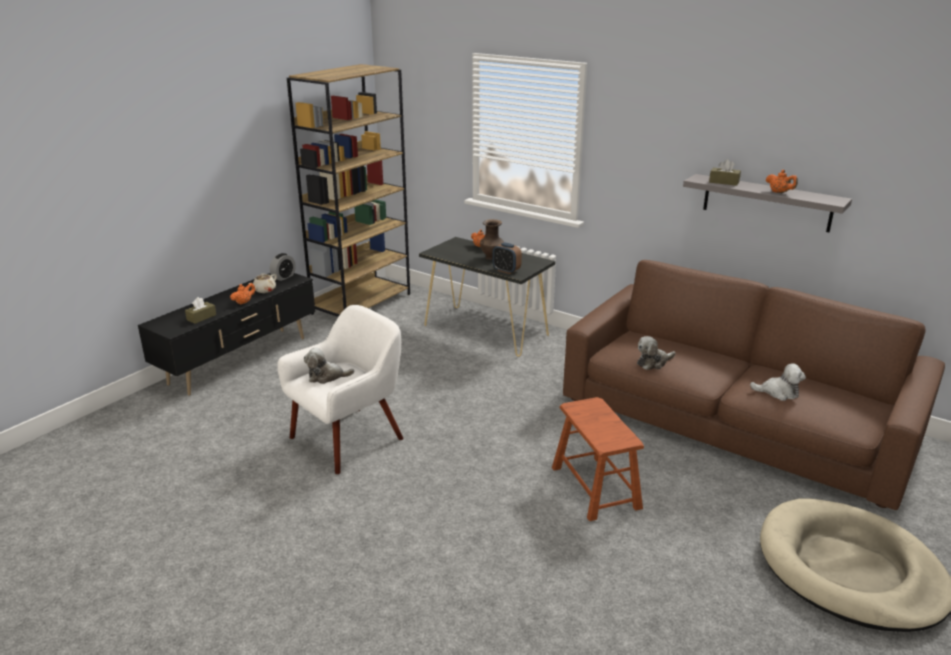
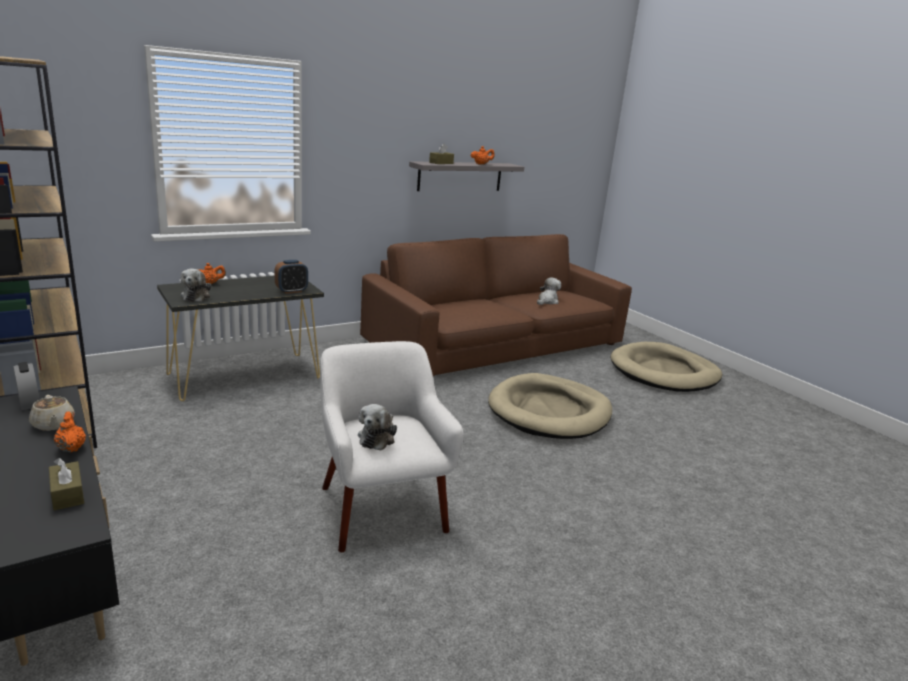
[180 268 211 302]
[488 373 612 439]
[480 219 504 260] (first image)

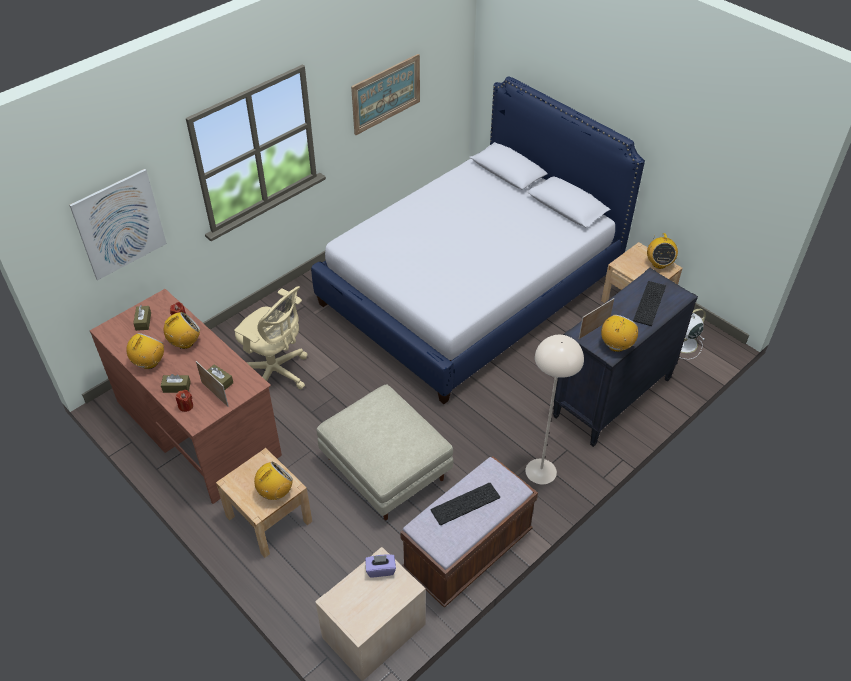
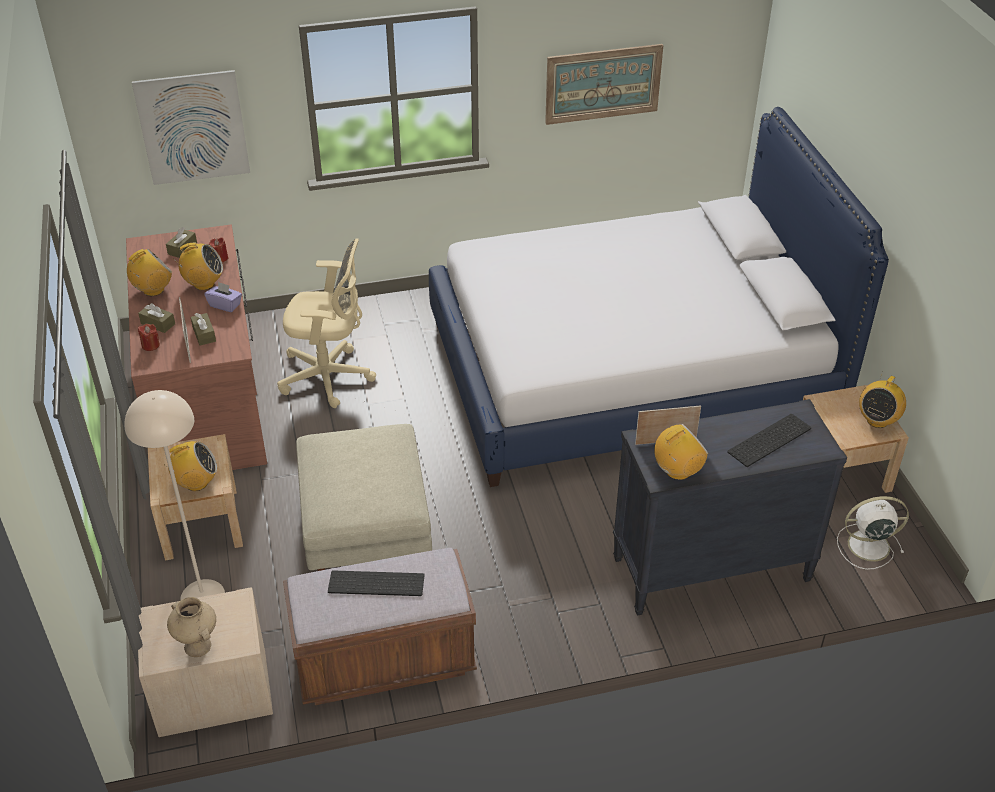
[124 390 225 600]
[167 597 216 657]
[204 282 242 312]
[277 238 376 408]

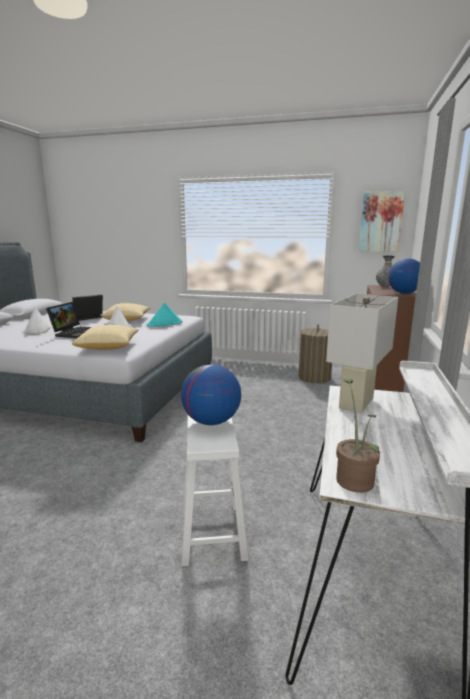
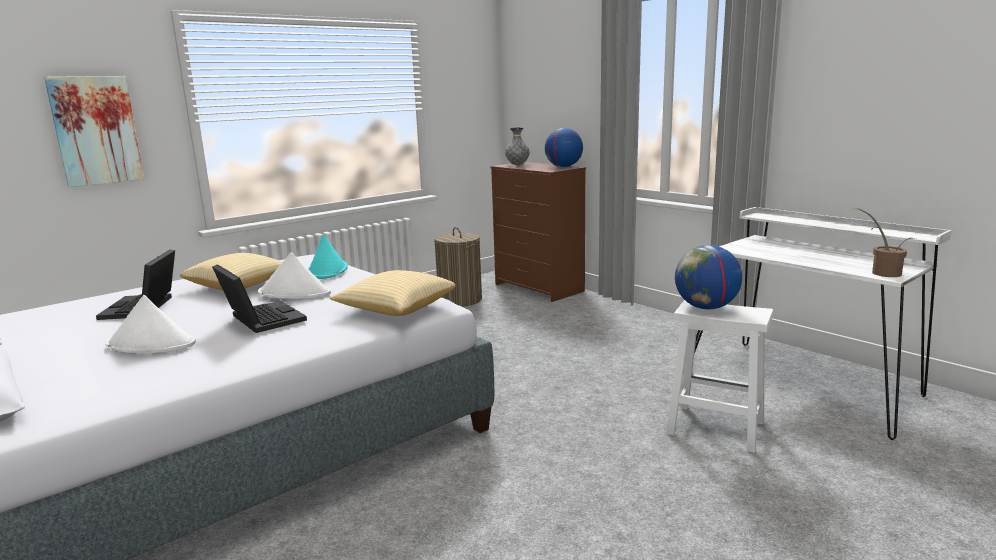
[44 76 144 187]
[326 294 398 413] (first image)

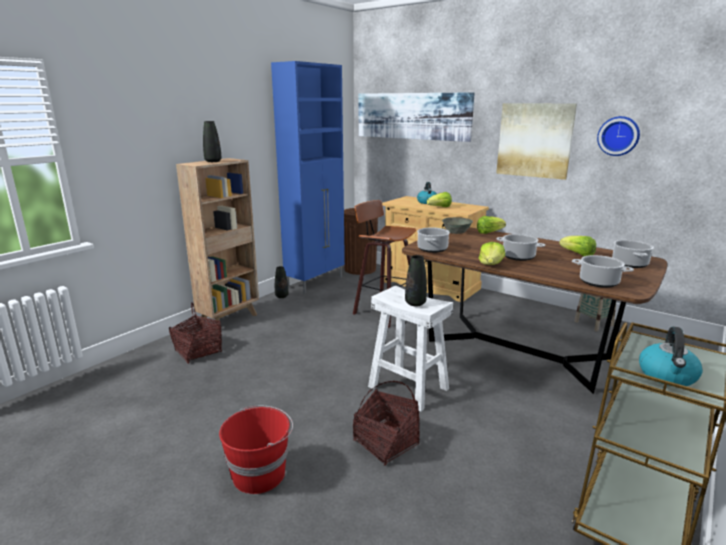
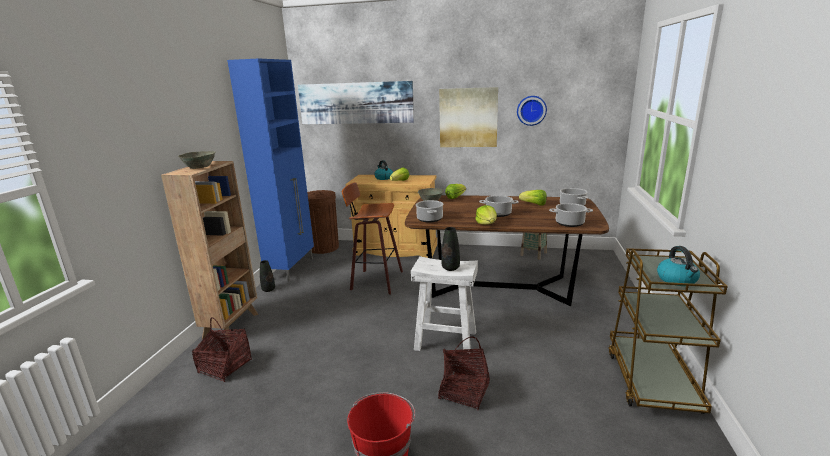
[178 151 216 169]

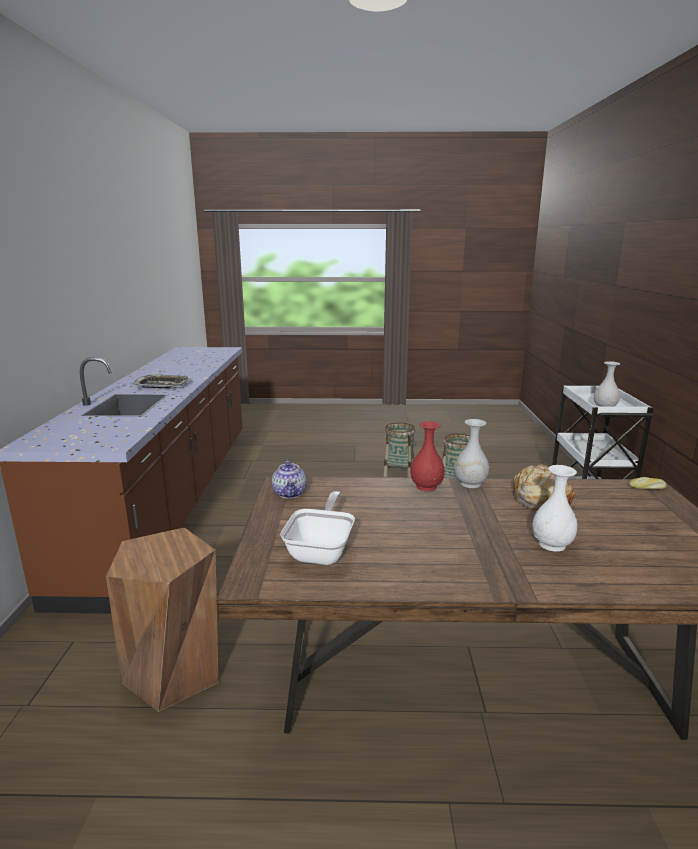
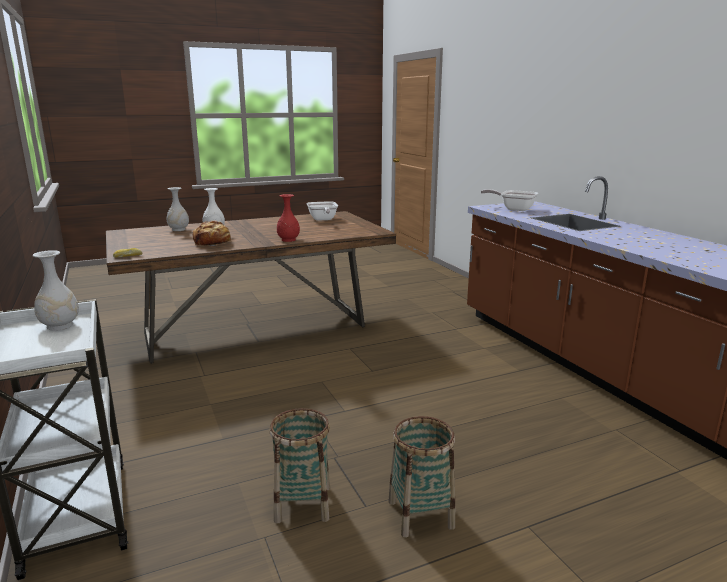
[167 187 189 231]
[481 189 538 211]
[106 528 218 712] (first image)
[134 375 189 389] (first image)
[272 460 307 498] (first image)

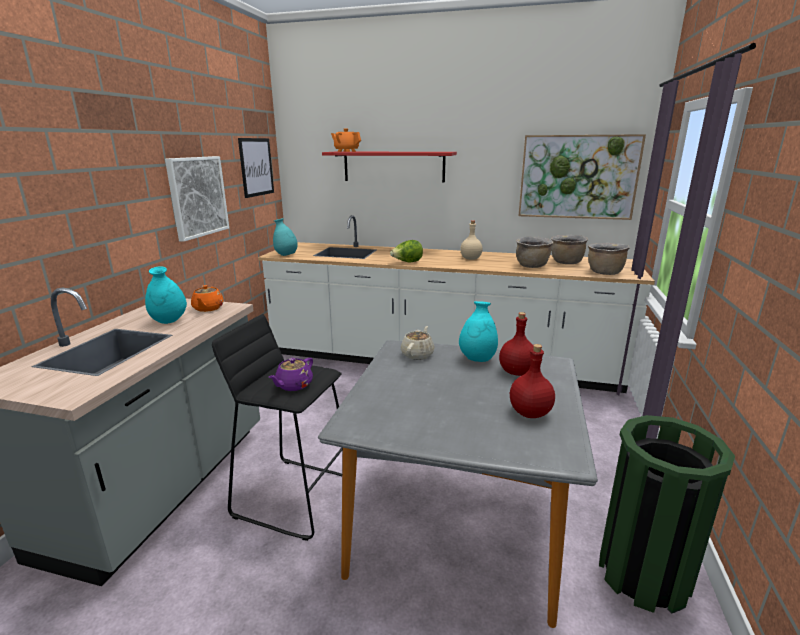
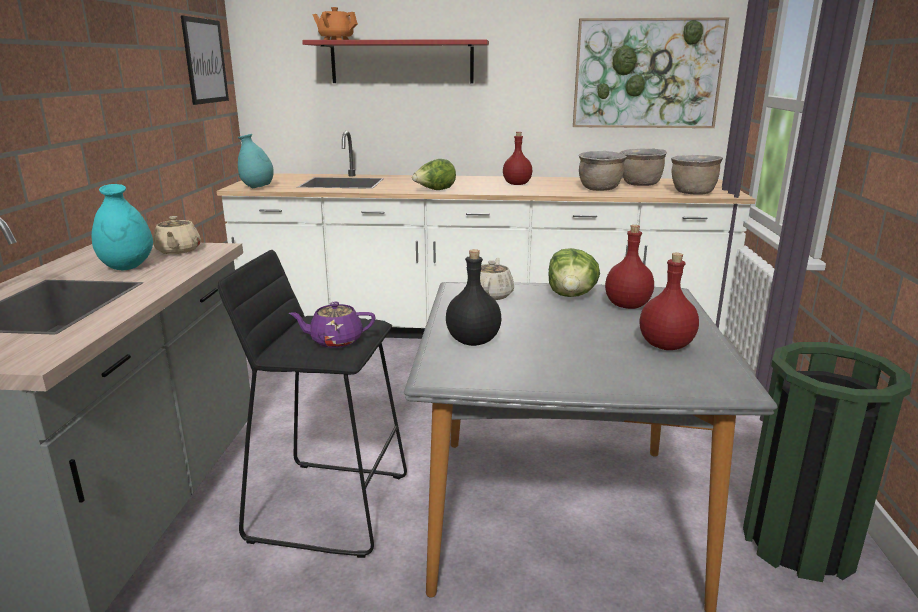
[153 216 201 254]
[288 302 376 348]
[446 249 501 346]
[503 132 532 185]
[548 248 600 297]
[165 156 229 242] (first image)

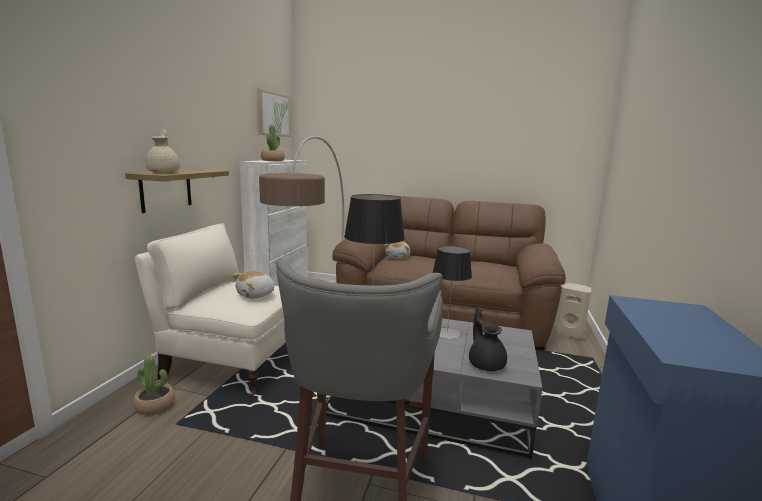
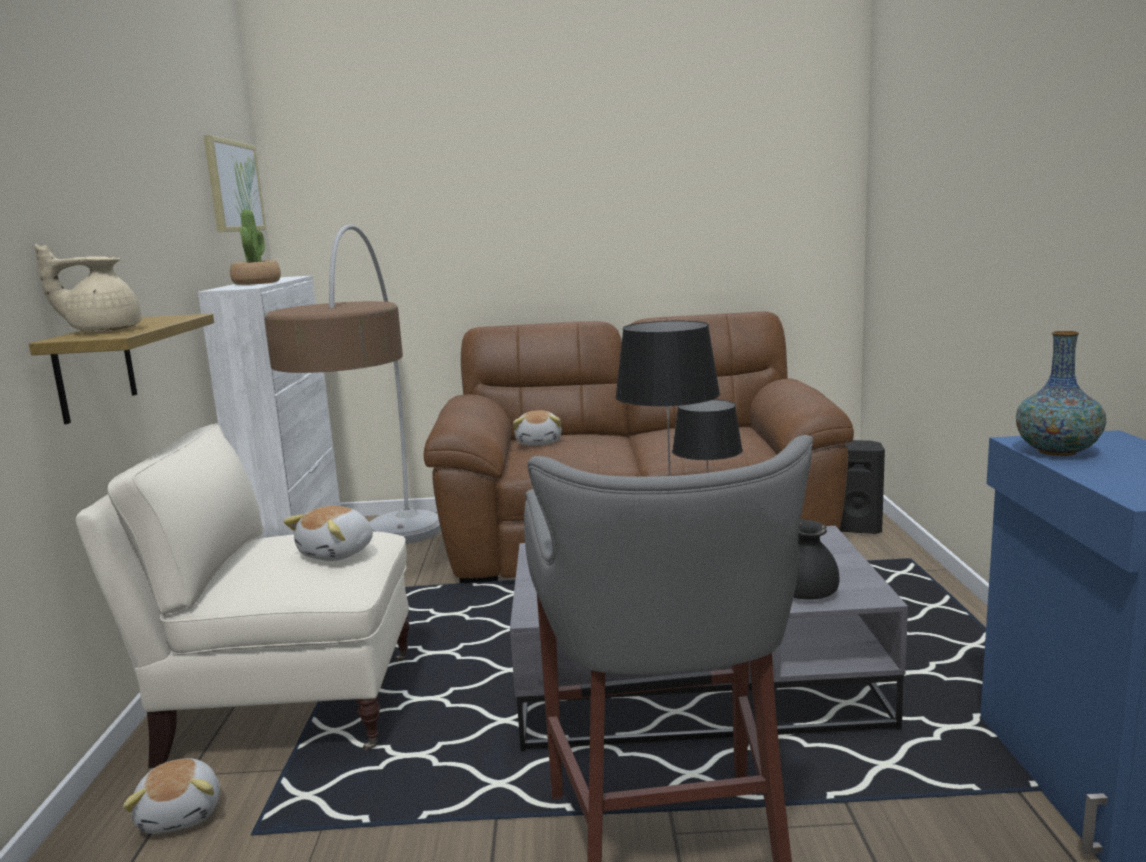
[34 244 142 332]
[123 758 220 834]
[840 440 885 534]
[1016 331 1106 456]

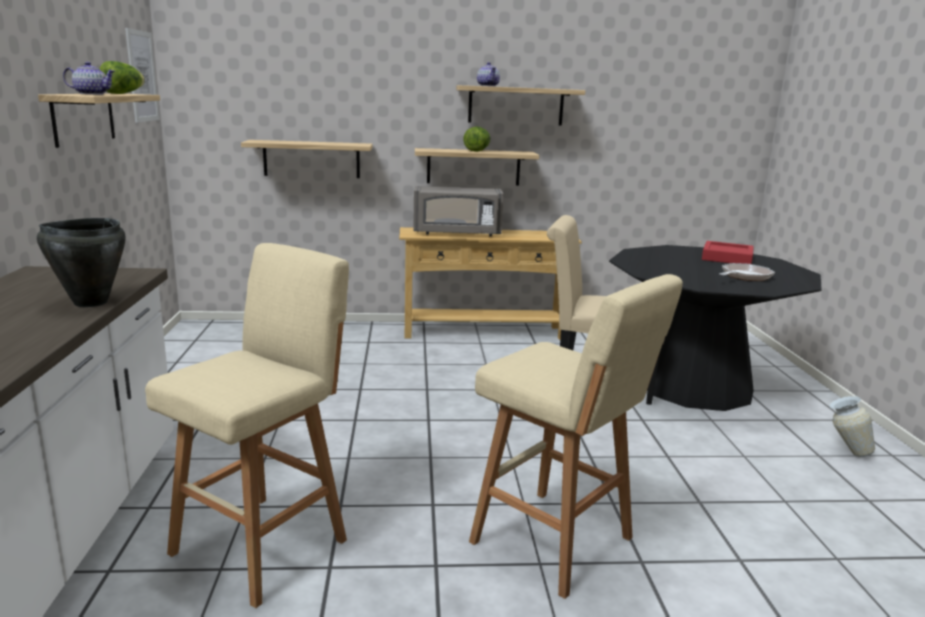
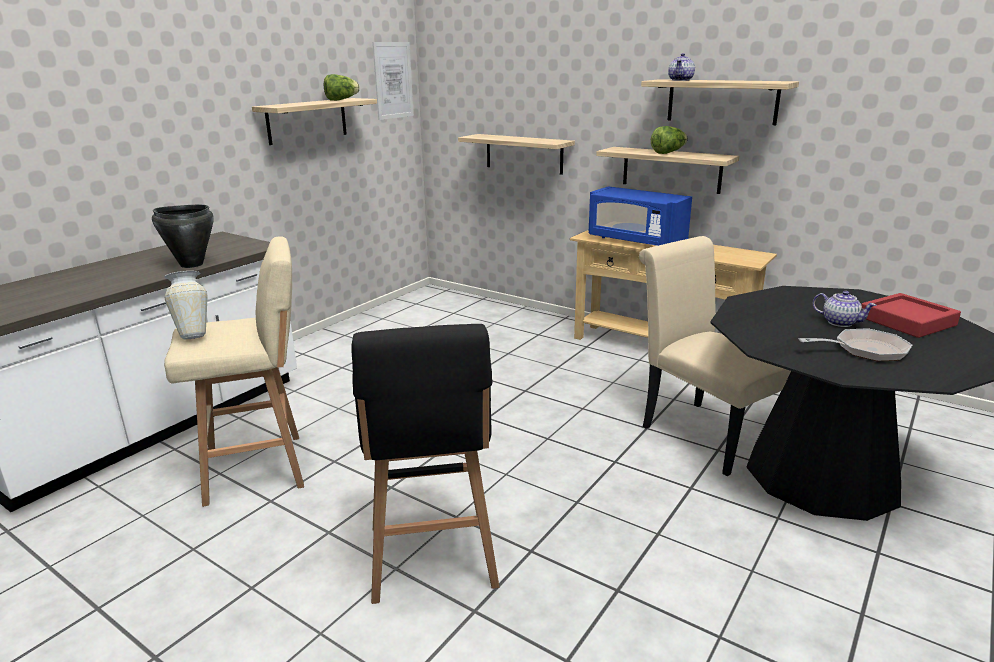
[164 271 208 339]
[351 324 500 604]
[588 186 692 246]
[813 291 877 327]

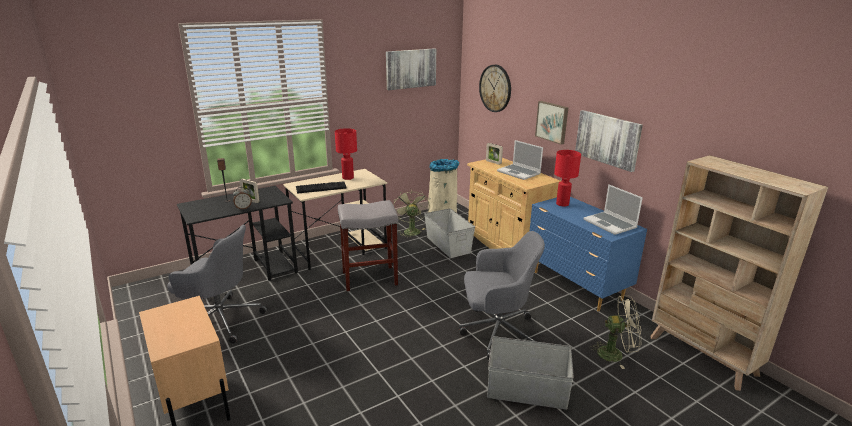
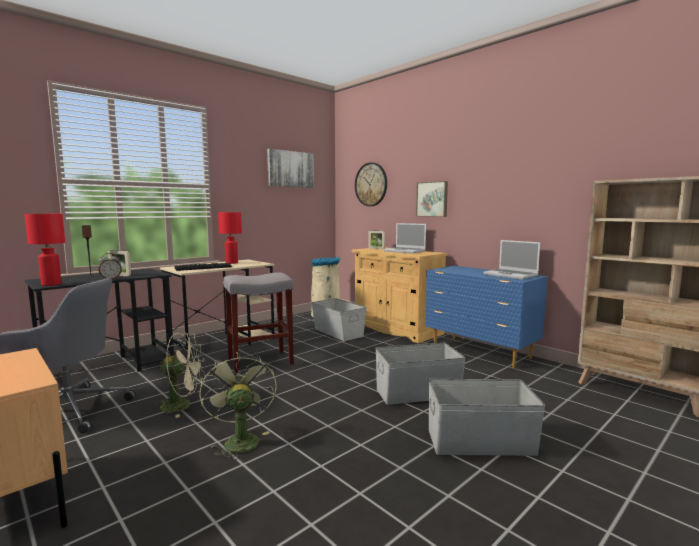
[24 214 65 286]
[155 332 205 418]
[200 352 277 460]
[375 343 466 405]
[575 110 643 172] (first image)

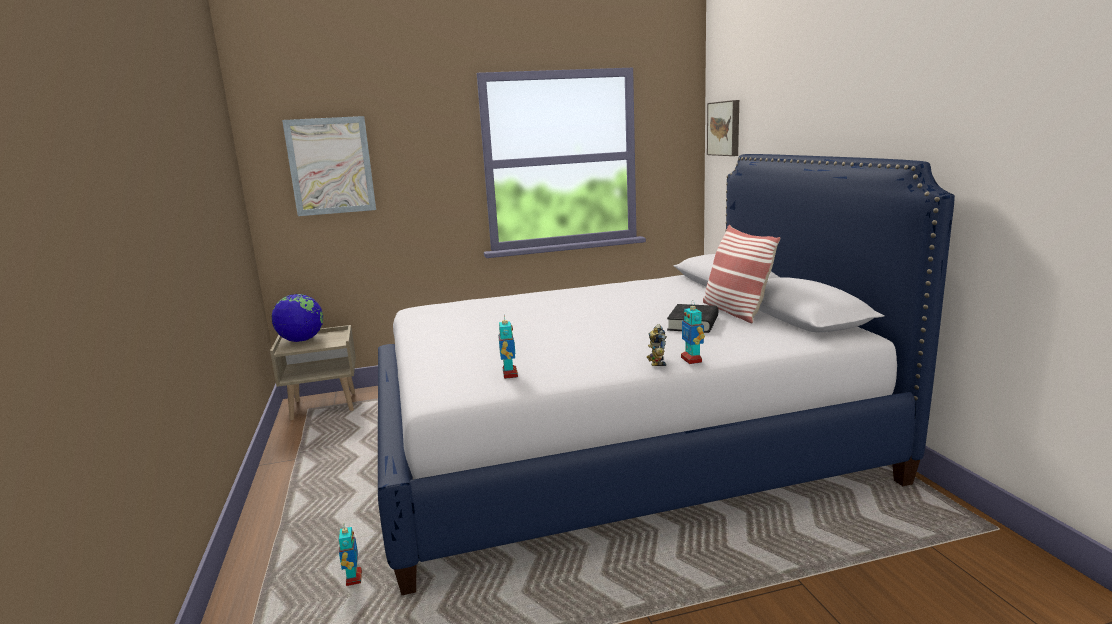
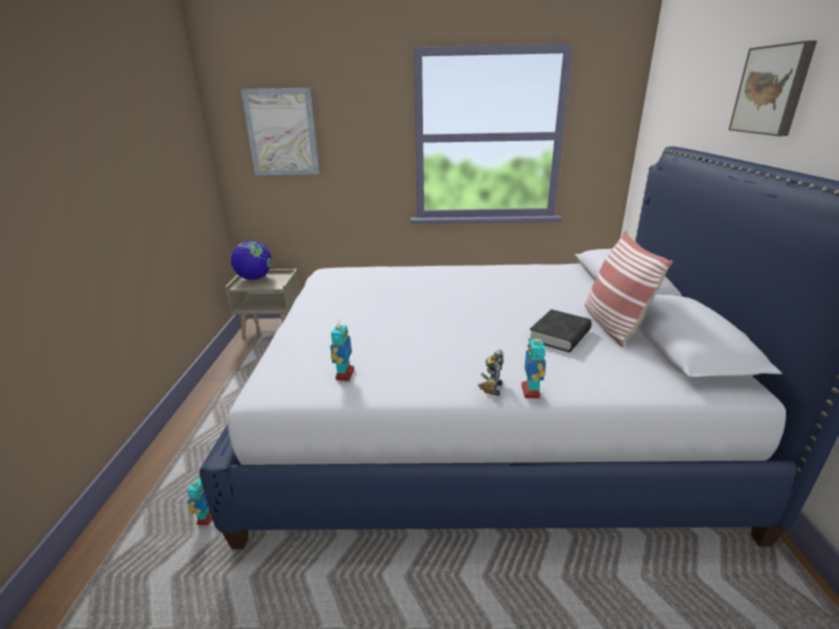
[729 40 817 136]

